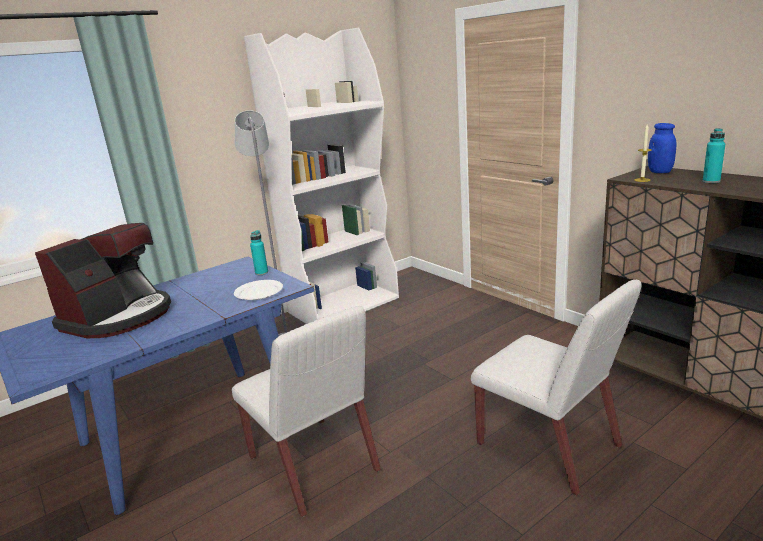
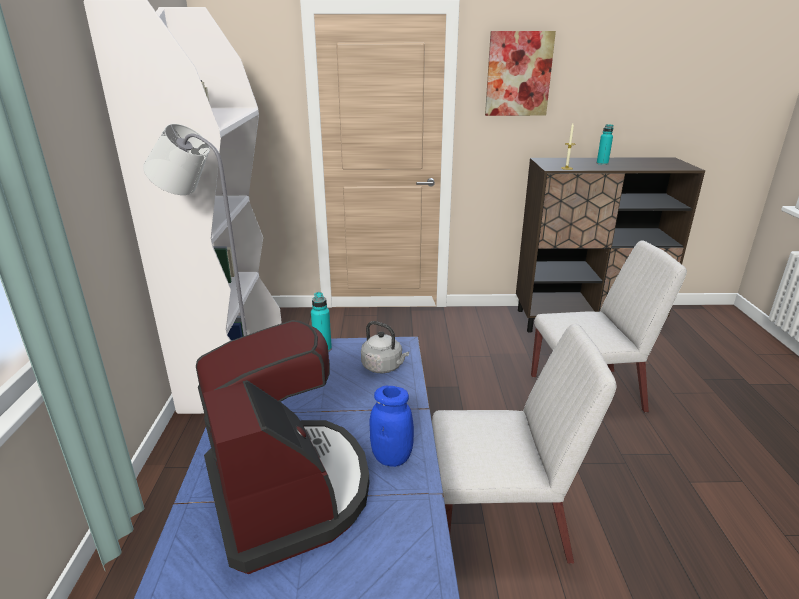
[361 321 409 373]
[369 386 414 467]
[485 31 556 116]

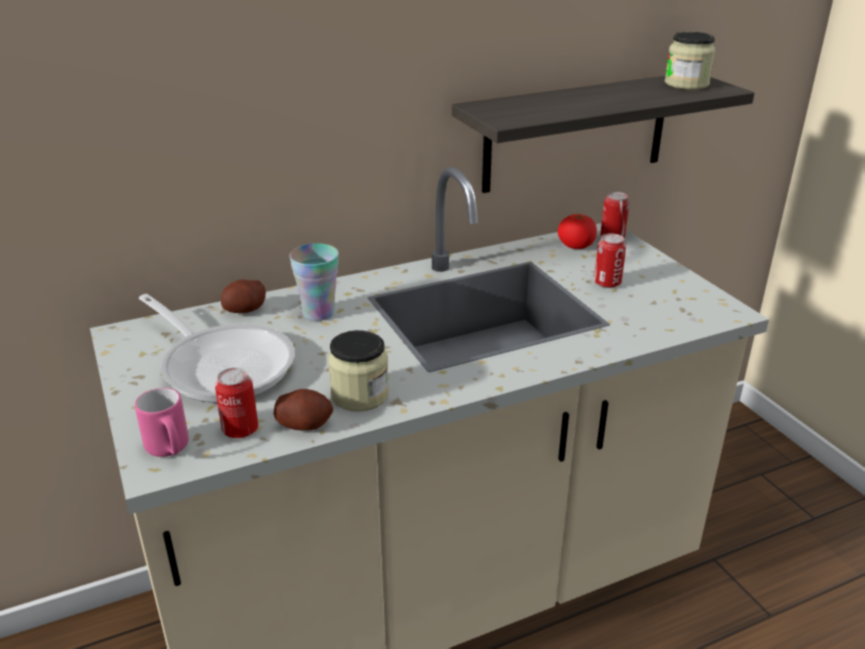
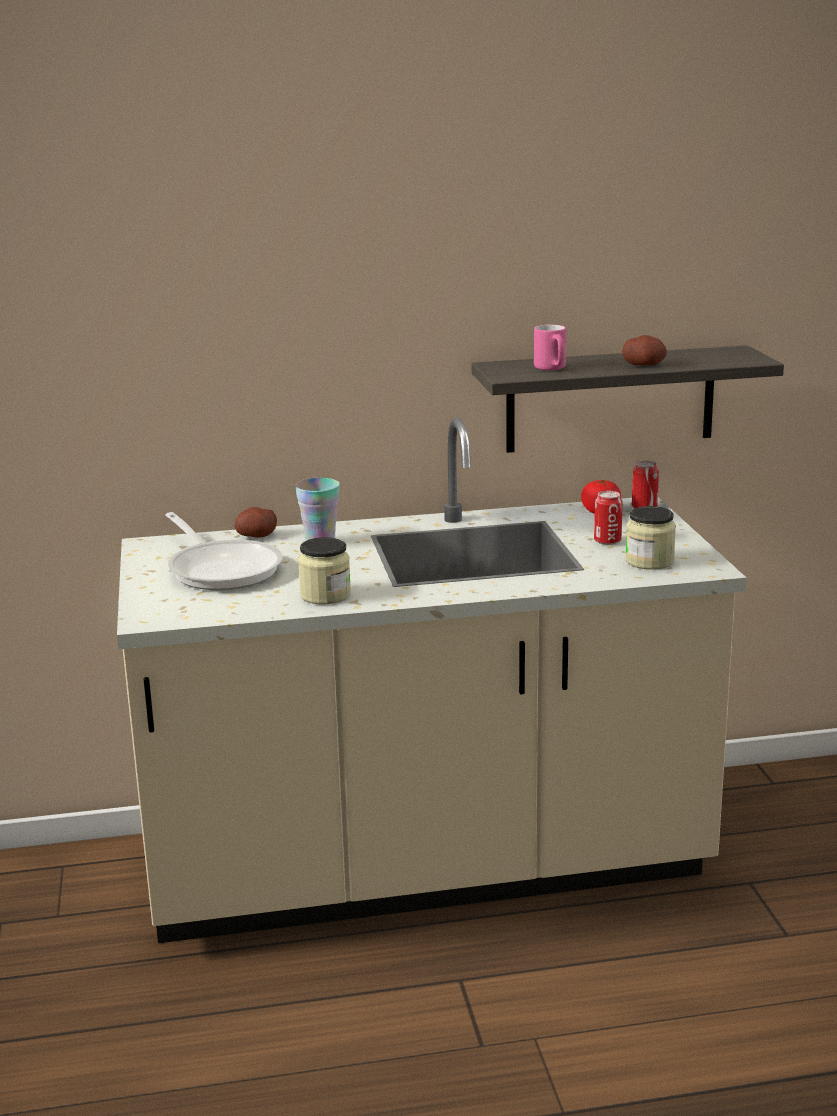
[534 325 566 371]
[622 335 667 366]
[625 506 676 570]
[215 367 258 438] (first image)

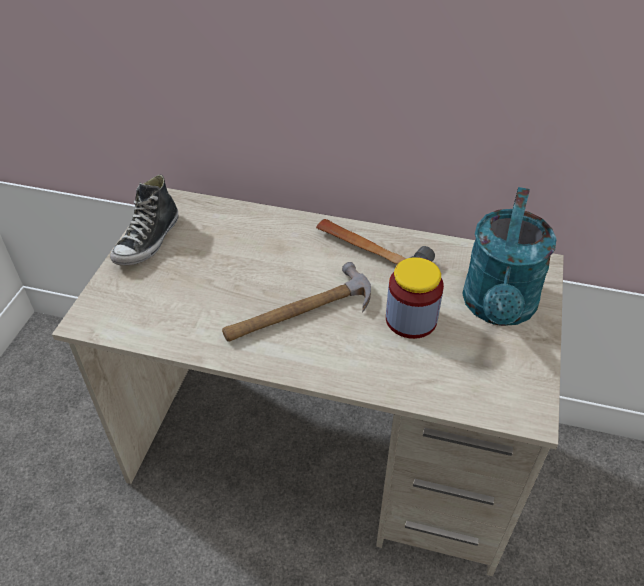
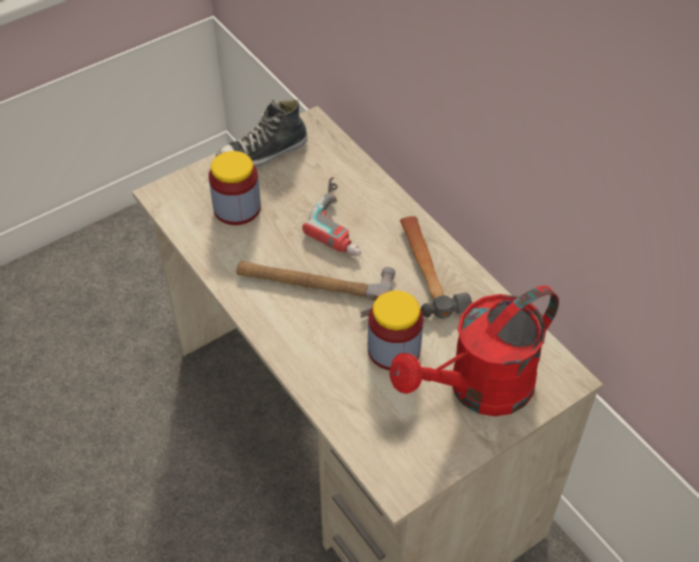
[208 151 261 225]
[302 177 361 256]
[389 286 559 417]

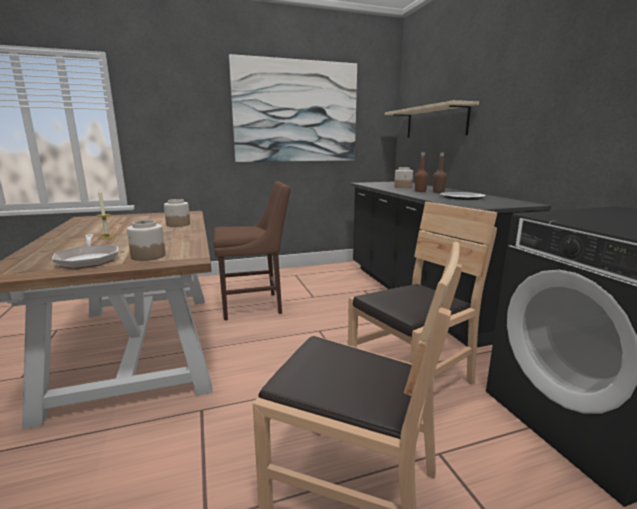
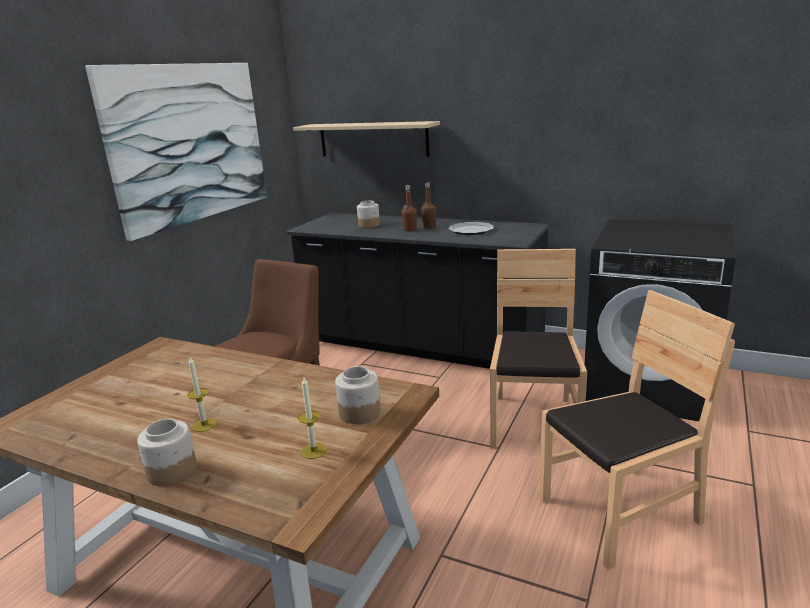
[137 419 197 486]
[298 377 327 459]

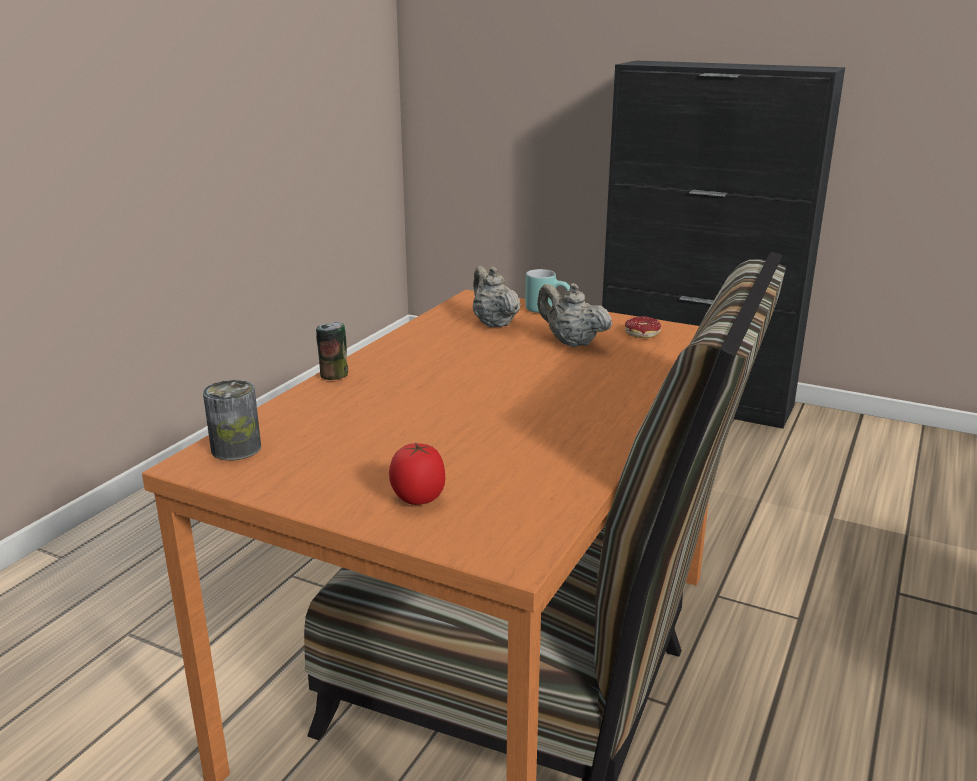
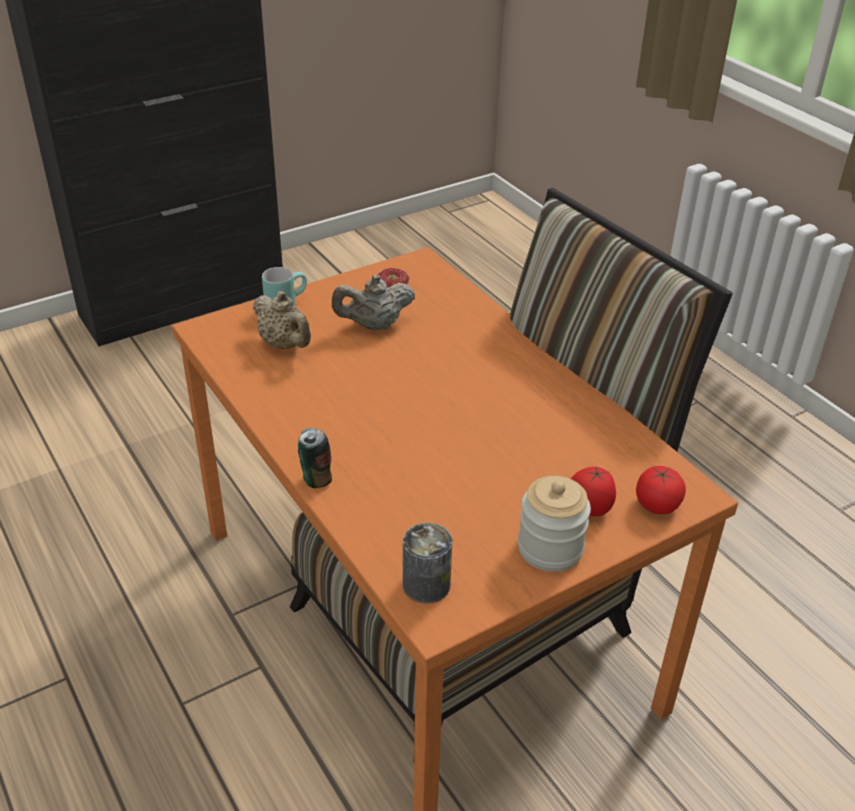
[253 291 311 349]
[518 476 591 572]
[636 466 686 514]

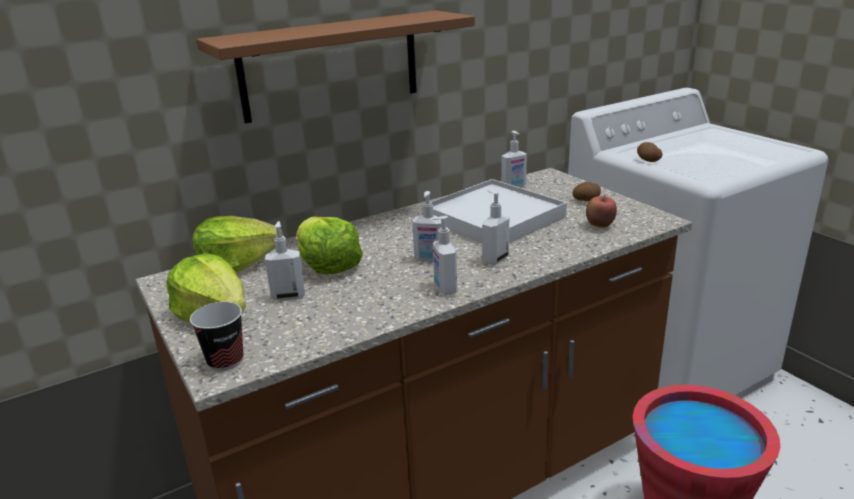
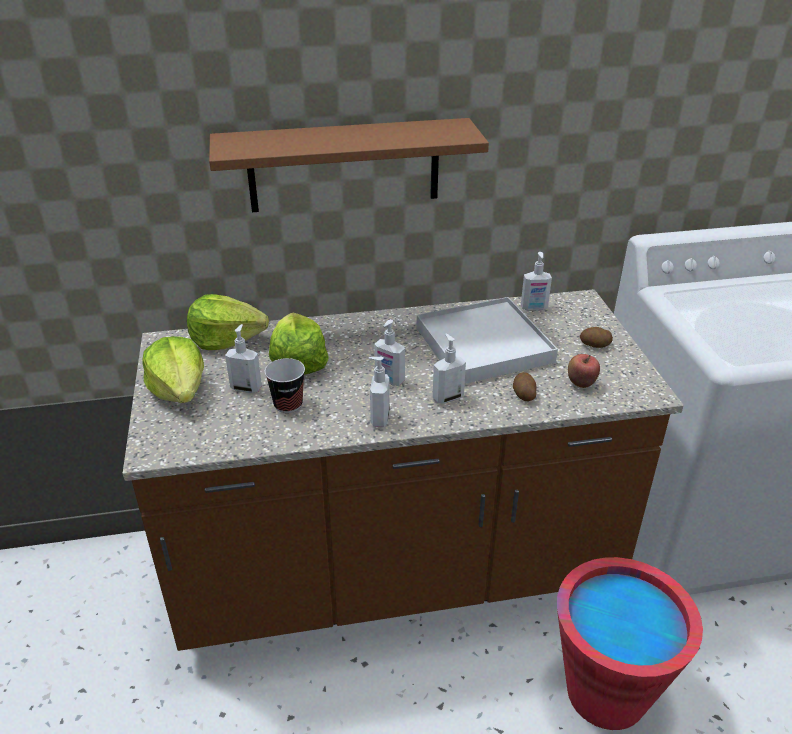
[265 358 305 413]
[513 372 537 401]

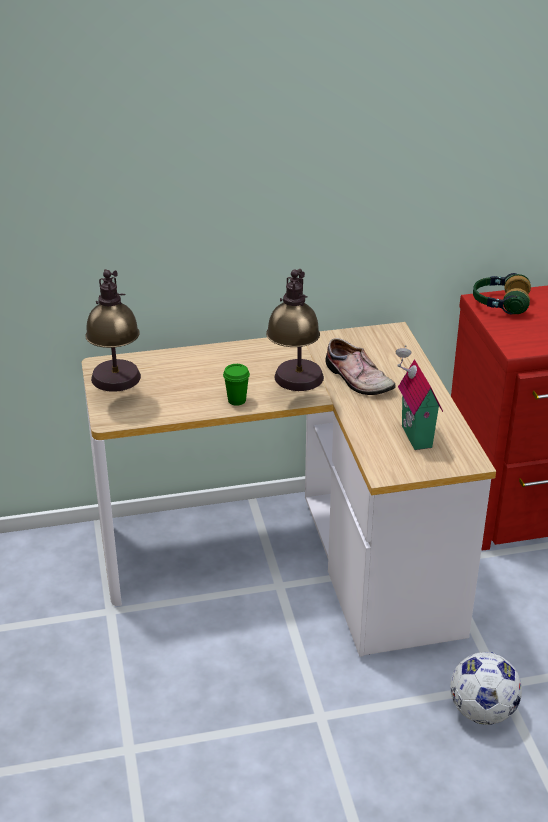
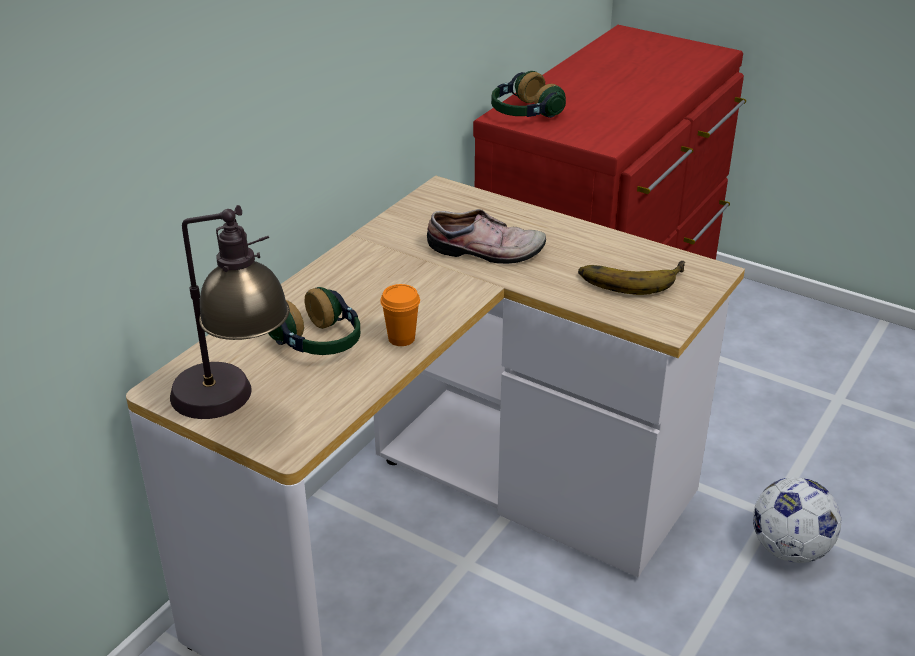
[268 287 360 355]
[380 284 420 346]
[578 261 685 295]
[266 269 324 391] (first image)

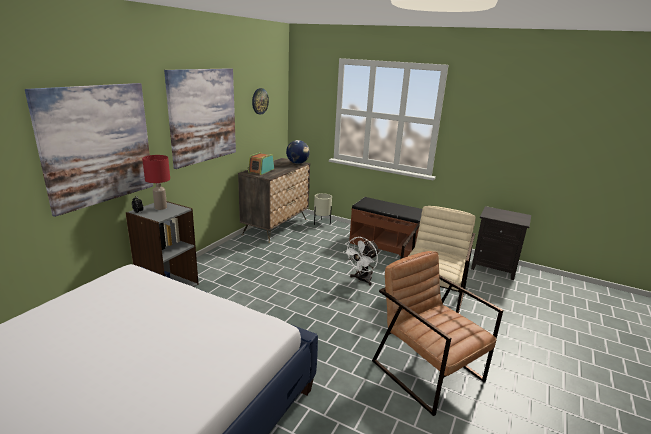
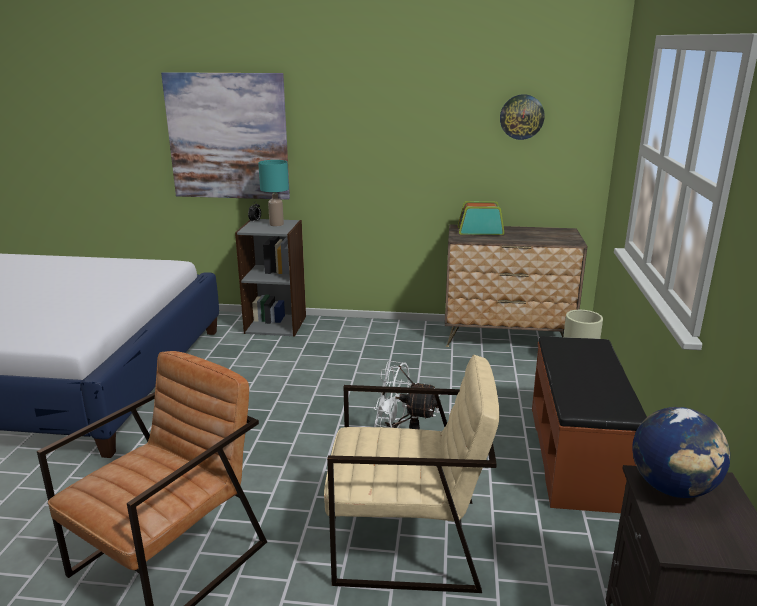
[258 160 289 226]
[632 407 730 498]
[164 68 236 169] (first image)

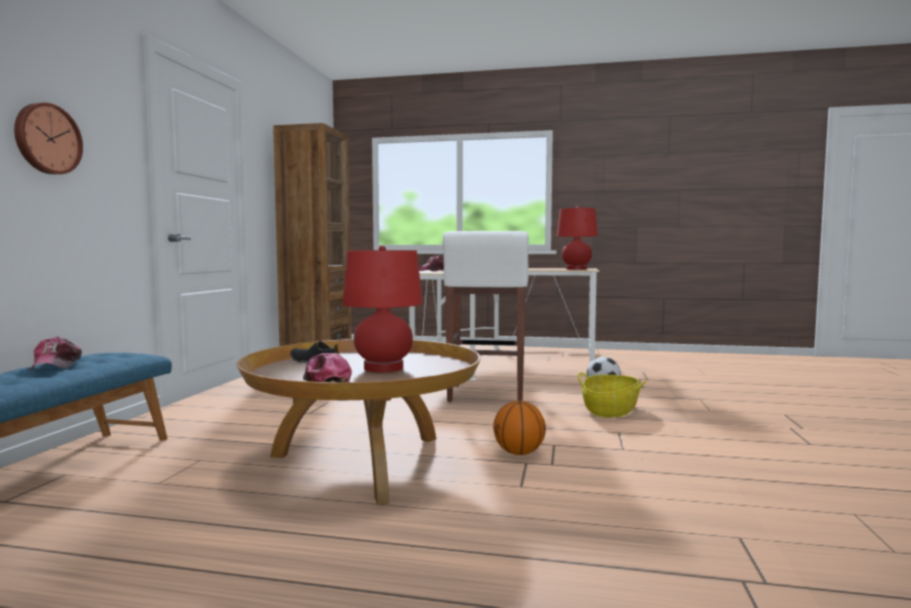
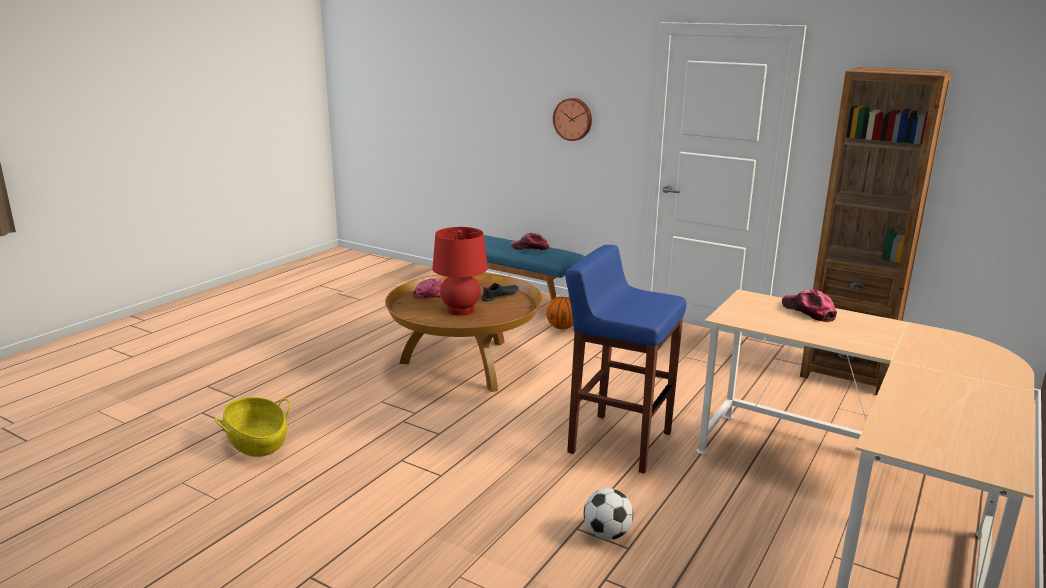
[215 397 291 457]
[546 296 573 329]
[565 245 686 474]
[557 206 598 270] (first image)

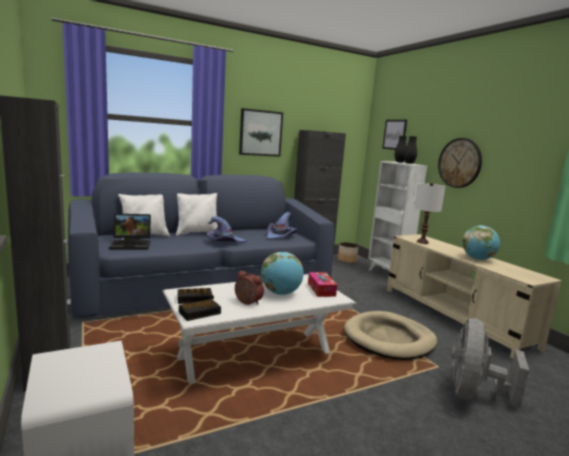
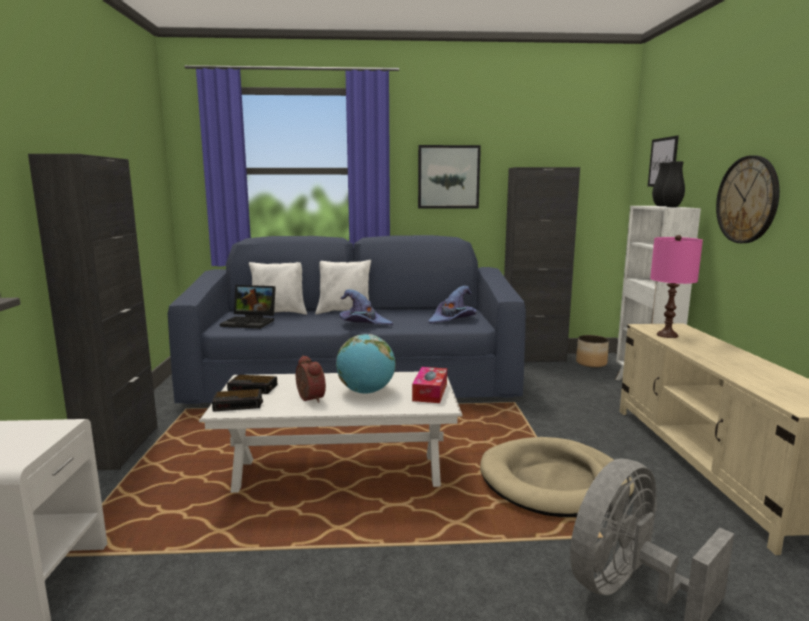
[650 235 703 338]
[462 225 500 260] (first image)

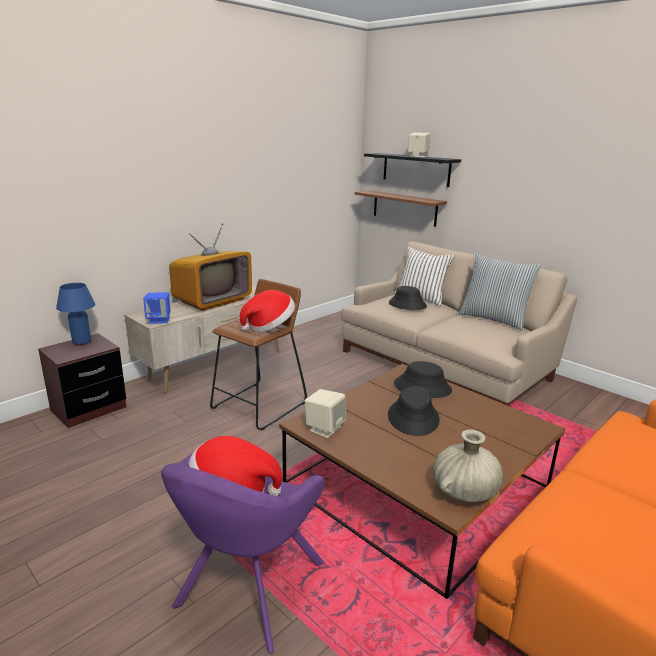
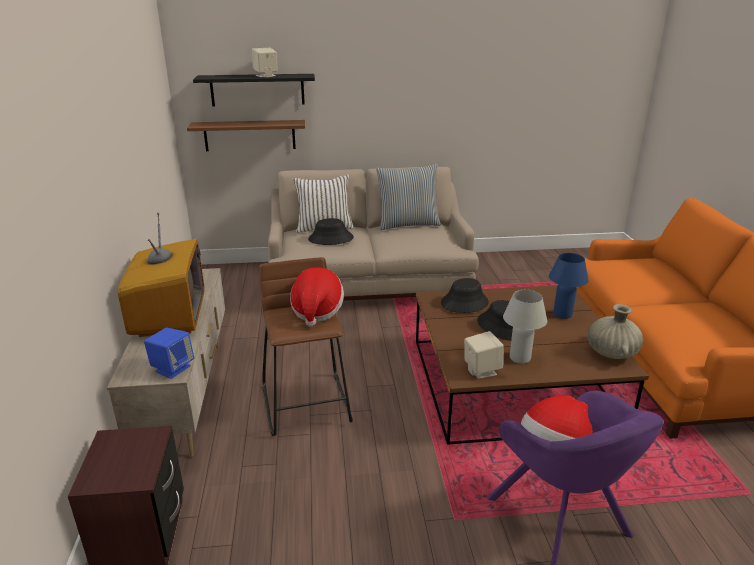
[503 290 547 364]
[549 253 588 319]

